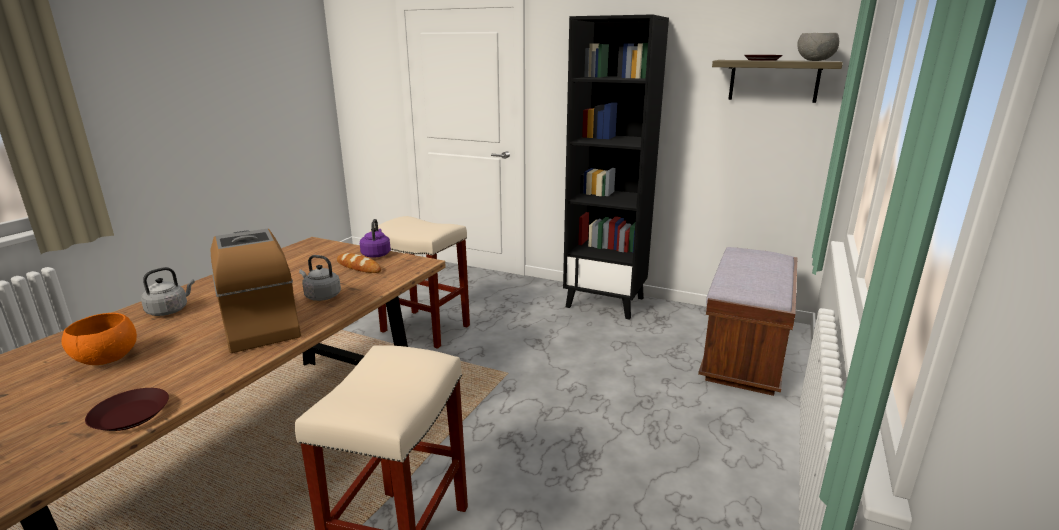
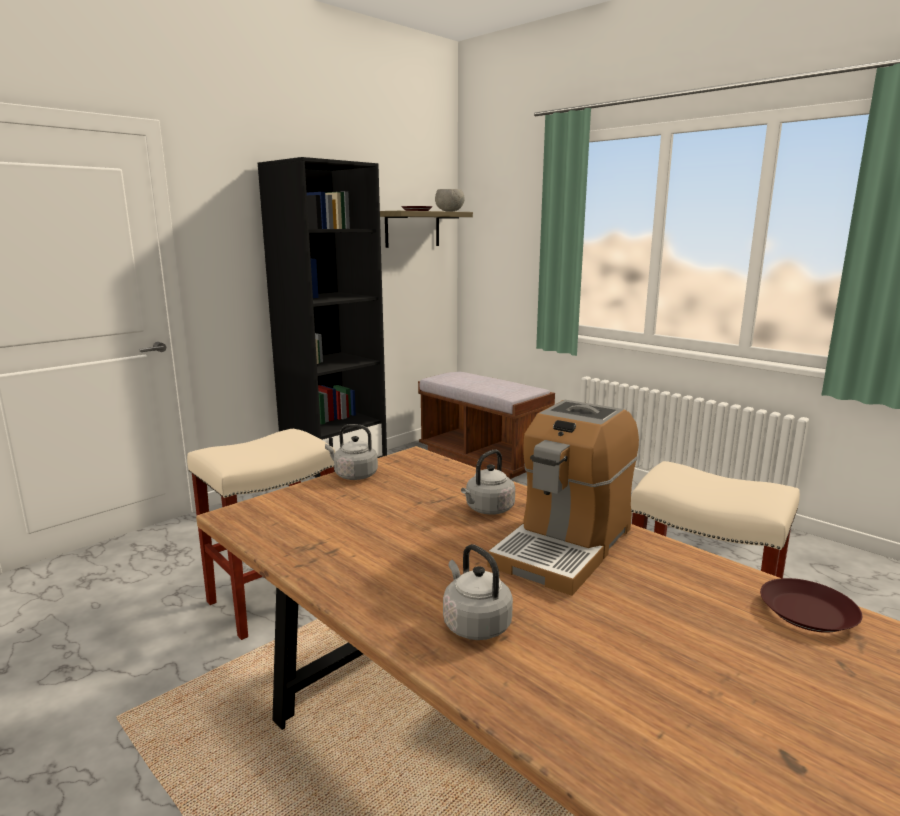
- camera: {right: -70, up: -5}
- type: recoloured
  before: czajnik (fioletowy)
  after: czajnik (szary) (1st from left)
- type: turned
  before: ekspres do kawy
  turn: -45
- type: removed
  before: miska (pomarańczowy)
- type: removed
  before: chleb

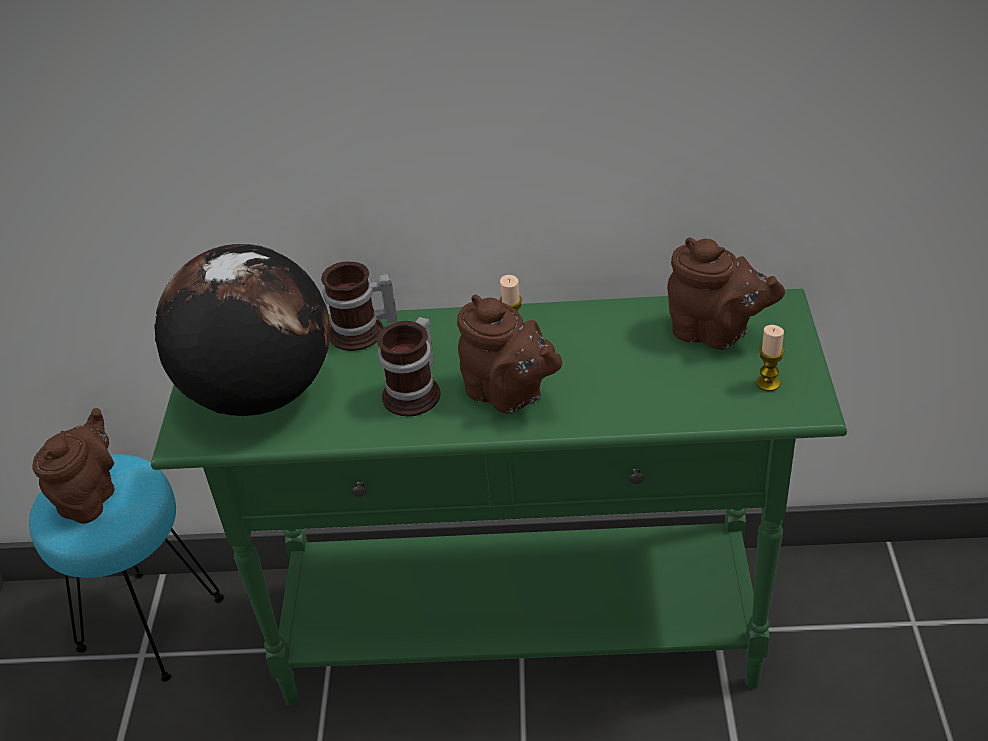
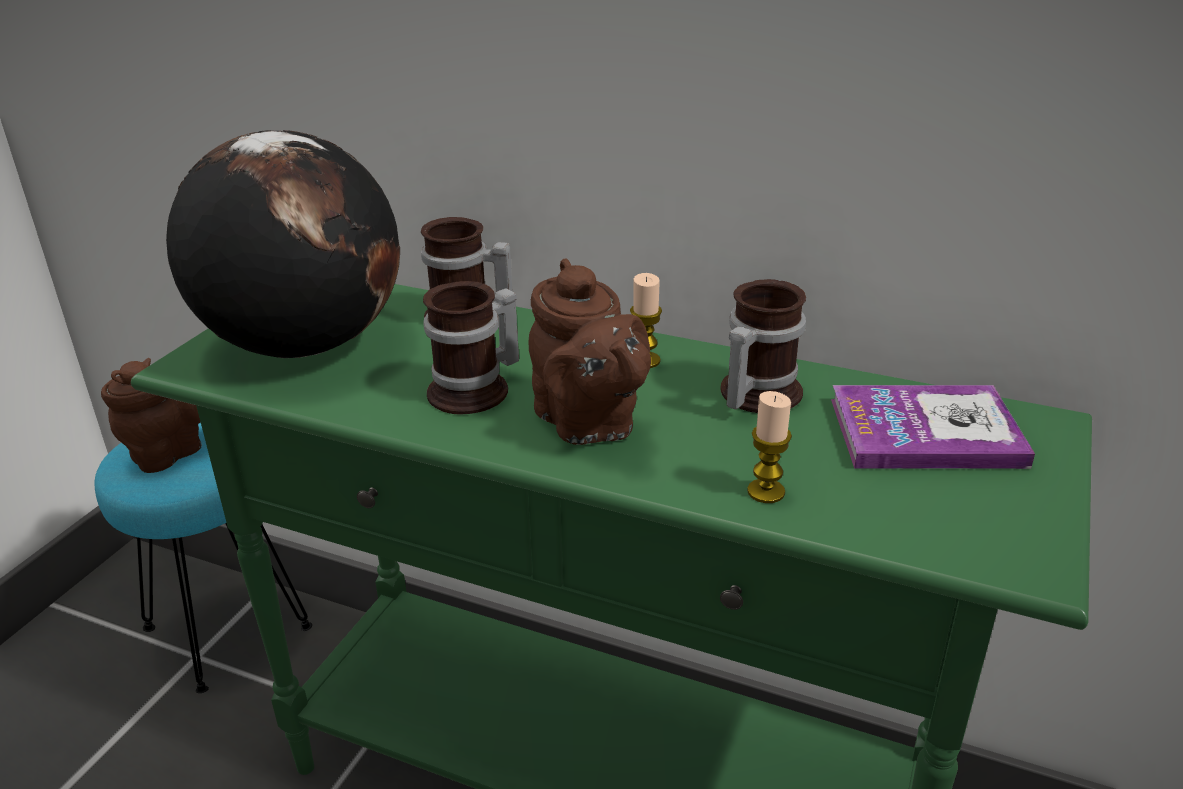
- camera: {right: 20, up: -10}
- type: added
  after: kubek (3rd from left)
- type: moved
  before: świeca (2nd from left)
- type: replaced
  before: imbryk (brązowy) (3rd from left)
  after: książka

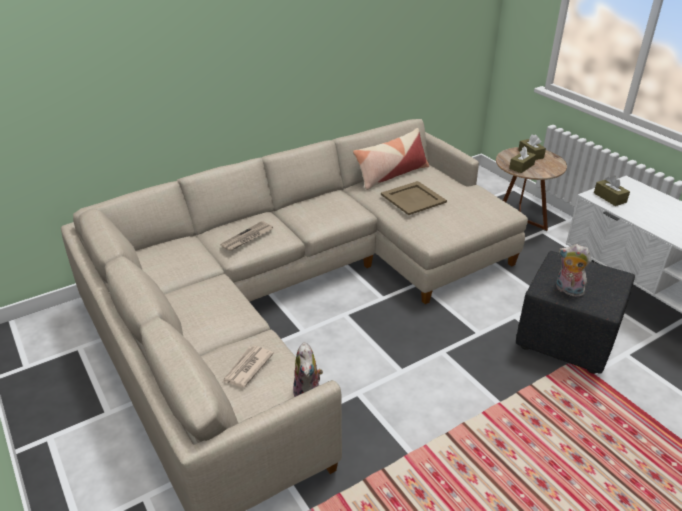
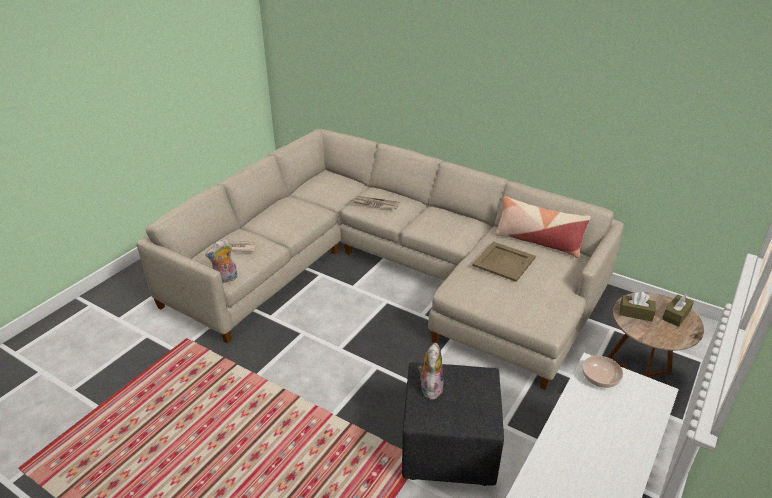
- camera: {right: 65, up: 0}
- type: replaced
  before: pudełko chusteczek (brązowy) (3rd from left)
  after: miska

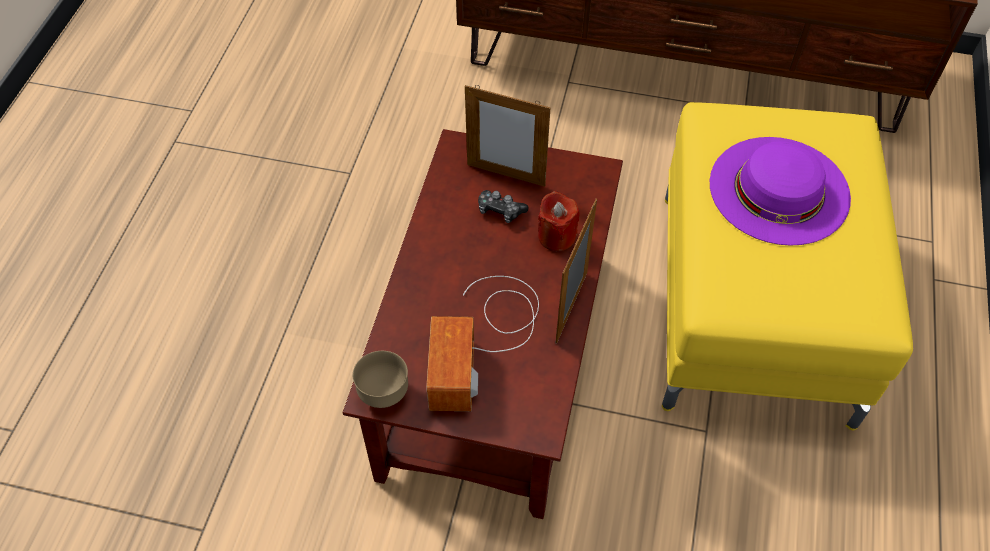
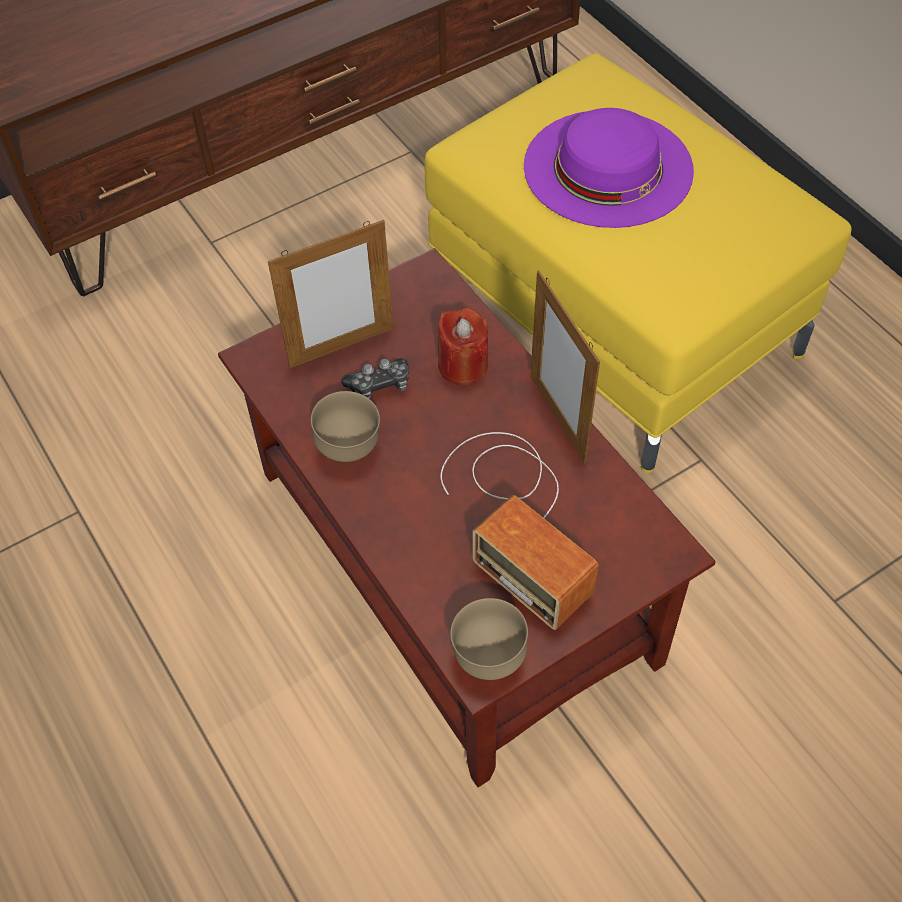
- camera: {right: -45, up: 0}
- type: added
  after: miska (brązowy) (1st from left)

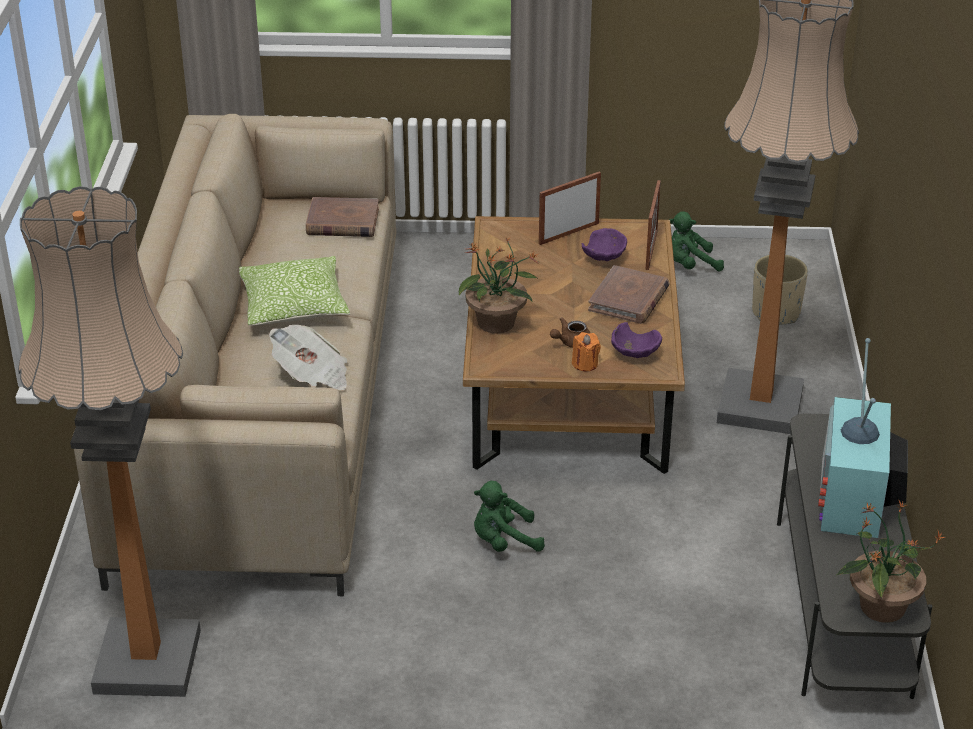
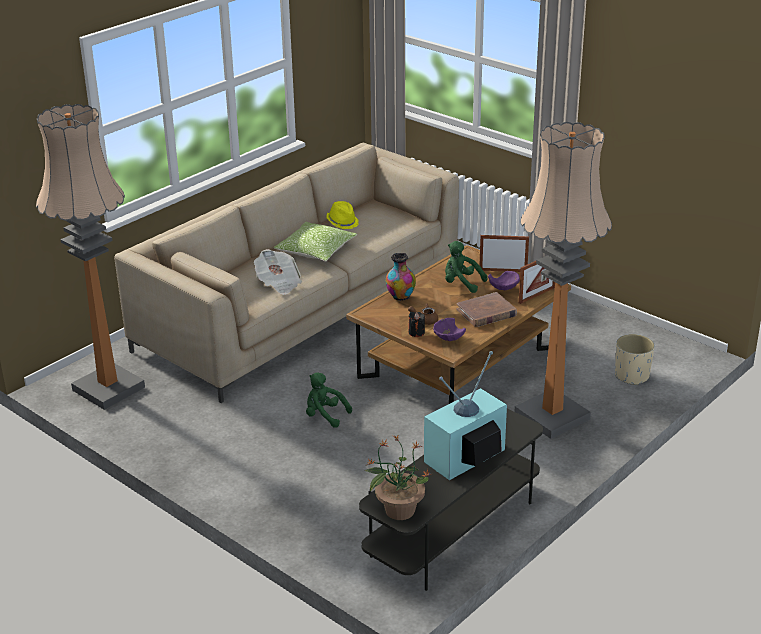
- camera: {right: 40, up: -5}
- type: added
  after: kapelusz (żółty)
- type: replaced
  before: roślina doniczkowa (1st from left)
  after: wazon
- type: recoloured
  before: świeca (pomarańczowy)
  after: świeca (czarny)
- type: moved
  before: pluszak (zielony) (2nd from left)
- type: removed
  before: książka (brązowy) (1st from left)

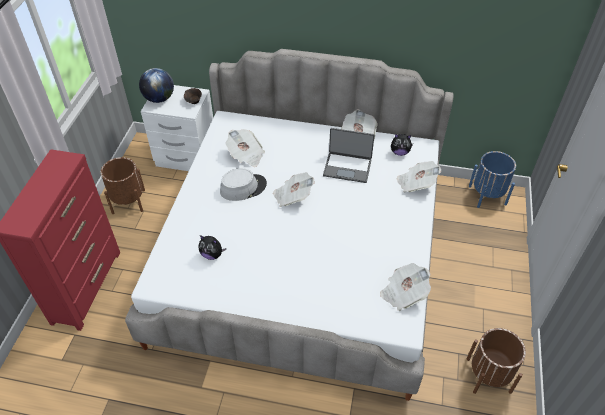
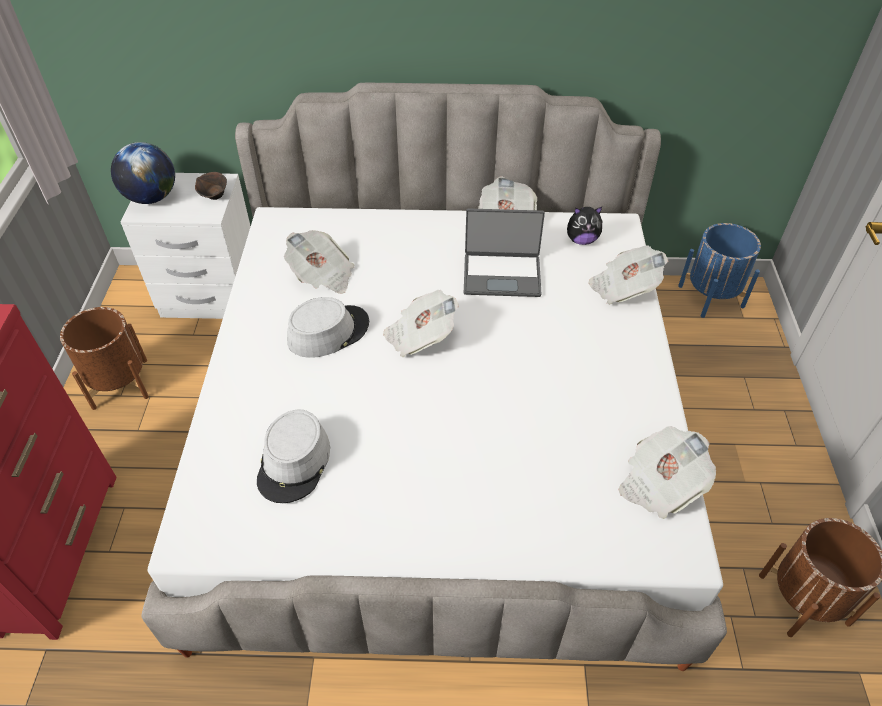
- camera: {right: -10, up: 0}
- type: replaced
  before: pluszak (1st from left)
  after: kapelusz (szary) (1st from left)

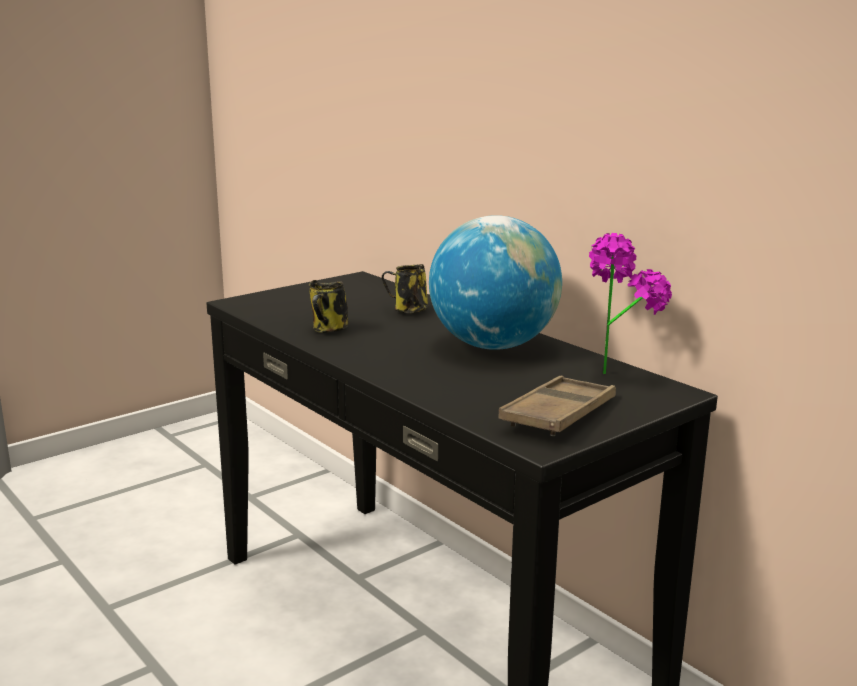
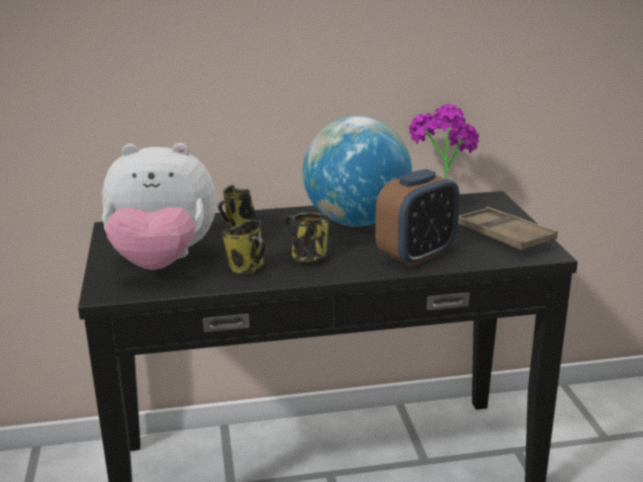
- camera: {right: -60, up: 5}
- type: added
  after: pluszak
- type: added
  after: kubek (3rd from left)
- type: added
  after: budzik

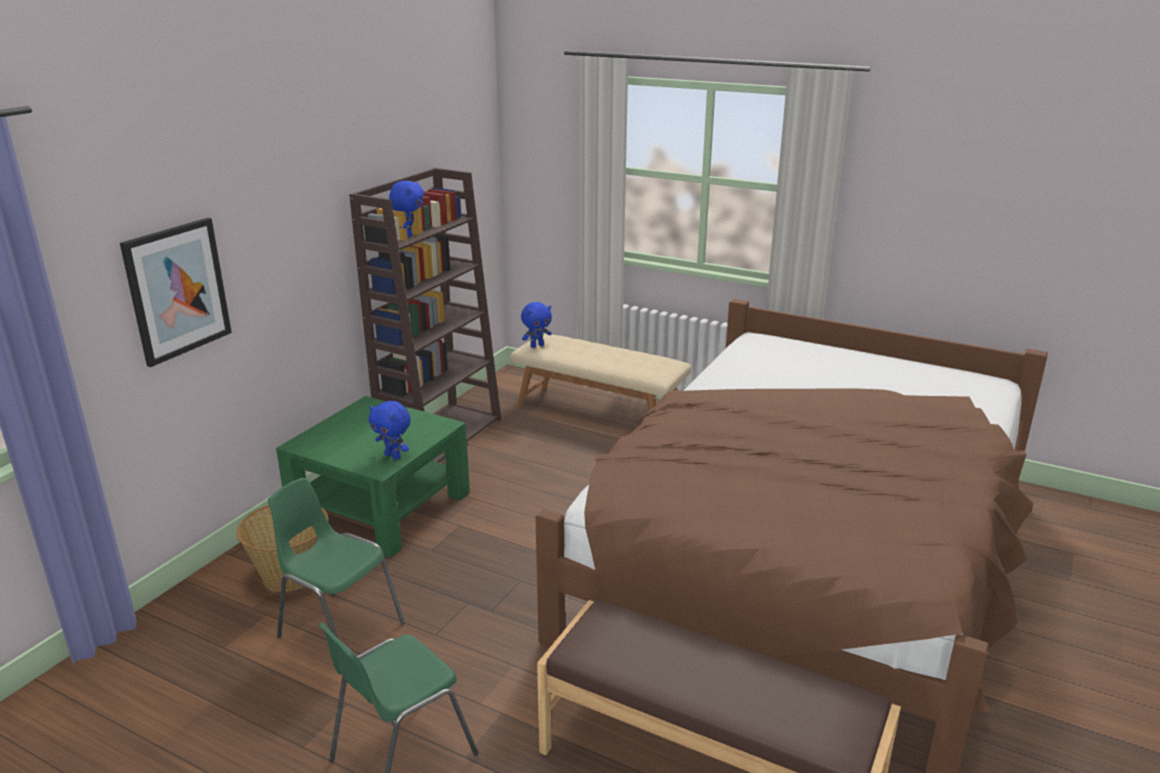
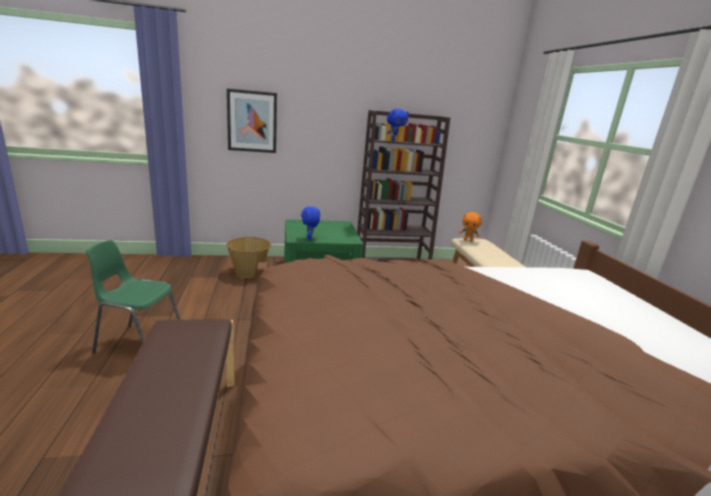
- camera: {right: 50, up: -5}
- type: recoloured
  before: pluszak (niebieski) (3rd from left)
  after: pluszak (pomarańczowy)
- type: removed
  before: krzesło (zielony) (1st from left)

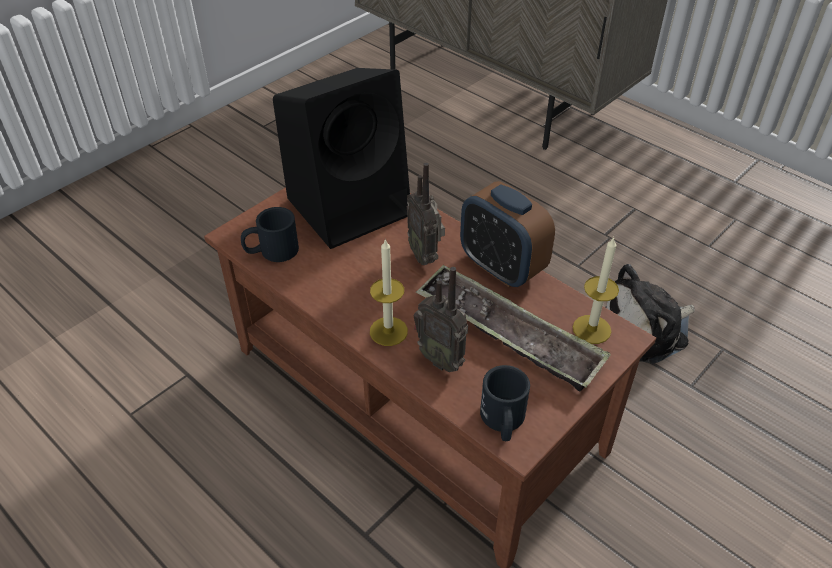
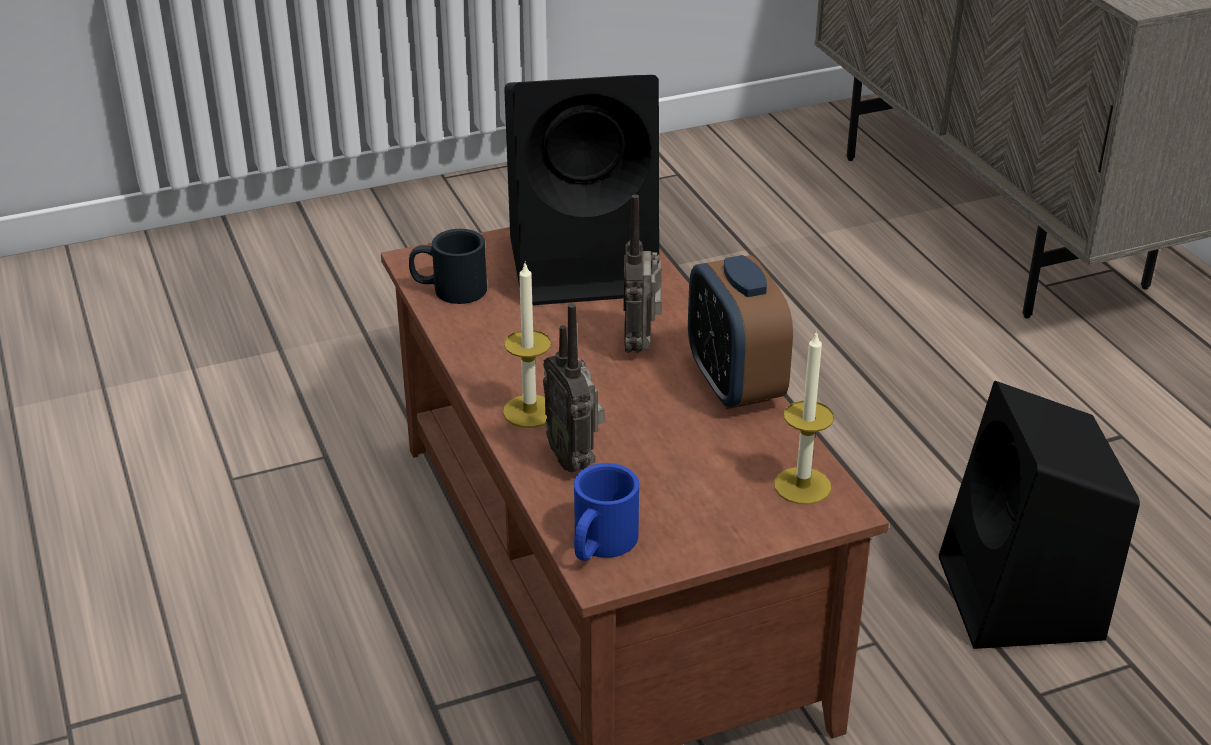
- camera: {right: 25, up: -10}
- type: recoloured
  before: kubek (czarny) (2nd from left)
  after: kubek (niebieski)
- type: replaced
  before: pluszak
  after: głośnik (czarny) (2nd from left)
- type: removed
  before: taca

